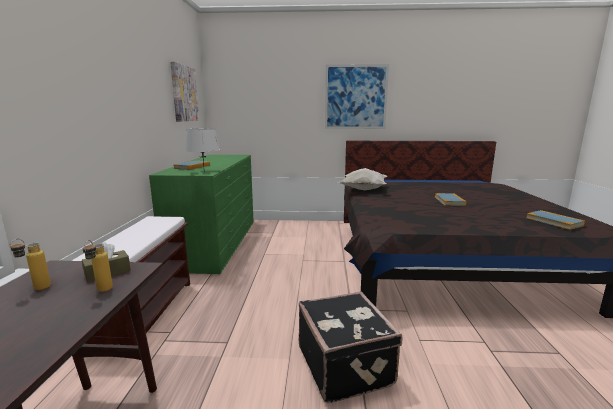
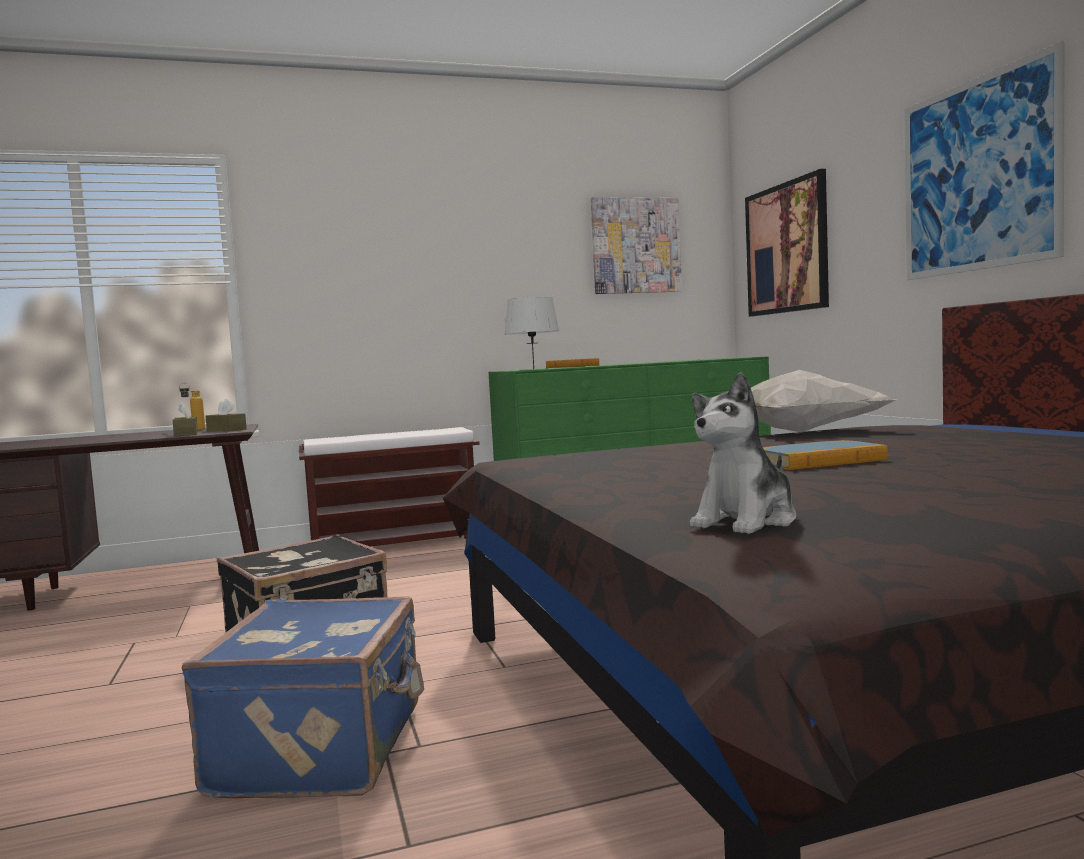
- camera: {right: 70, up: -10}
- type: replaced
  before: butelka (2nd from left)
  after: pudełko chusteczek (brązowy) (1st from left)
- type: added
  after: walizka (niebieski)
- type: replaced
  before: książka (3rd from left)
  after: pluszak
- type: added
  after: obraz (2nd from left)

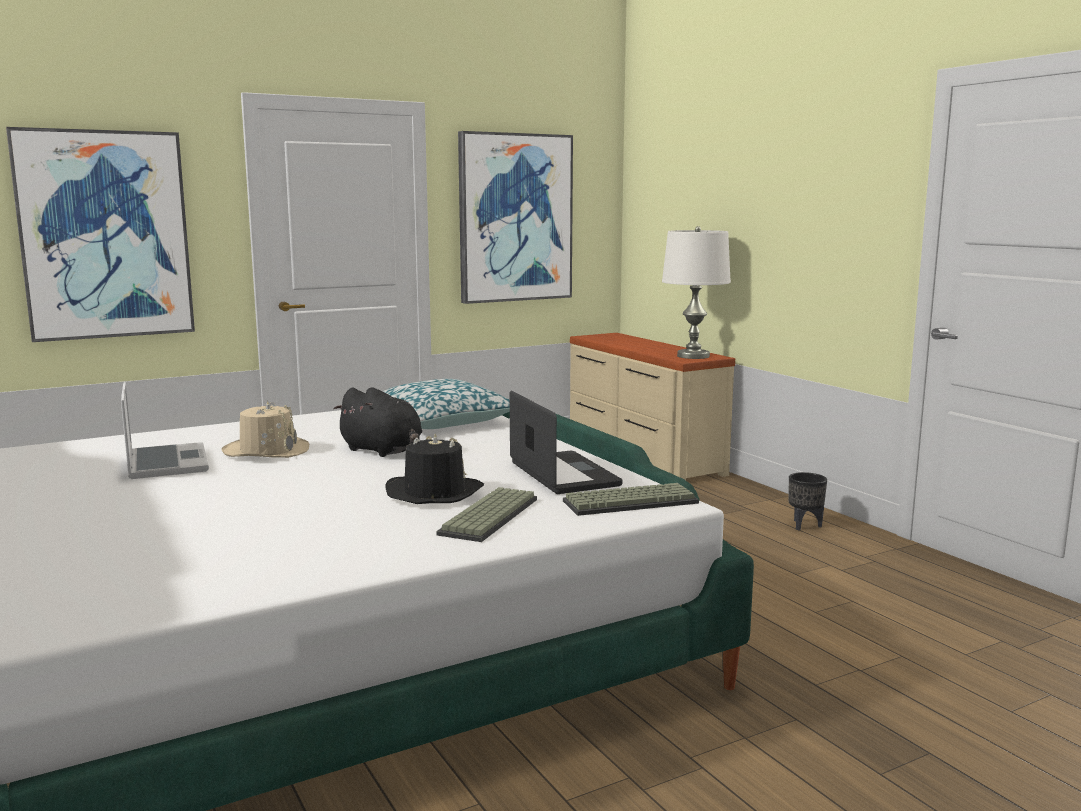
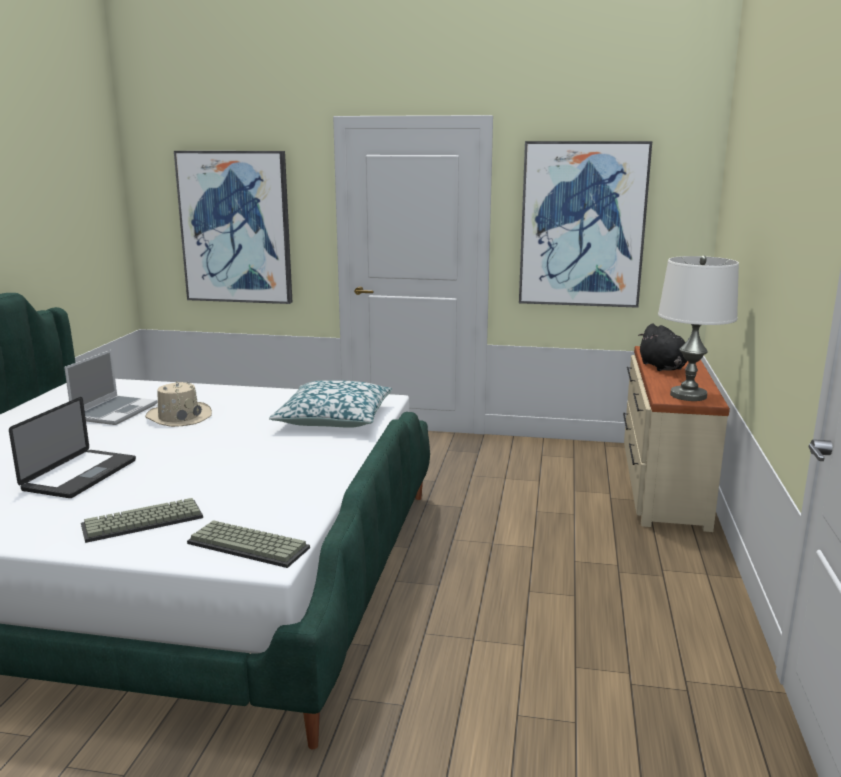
- camera: {right: 40, up: 5}
- type: moved
  before: laptop (2nd from left in the first image)
  after: laptop (1st from left)
- type: moved
  before: pluszak (czarny)
- type: removed
  before: kapelusz (czarny)
- type: removed
  before: donica (czarny)

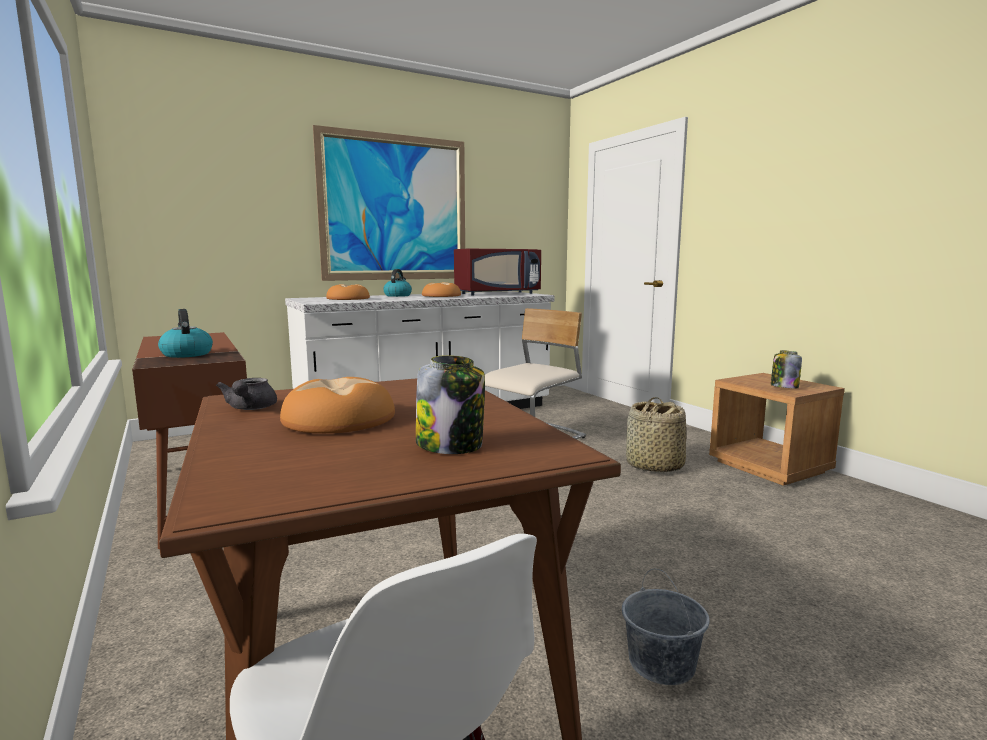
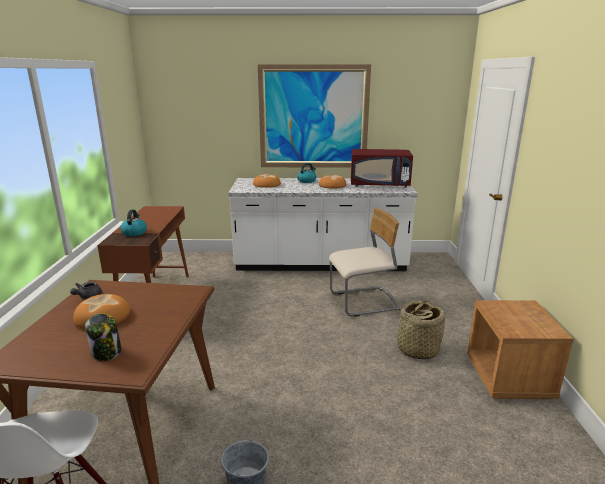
- camera: {right: 30, up: 10}
- type: removed
  before: słoik (2nd from left)

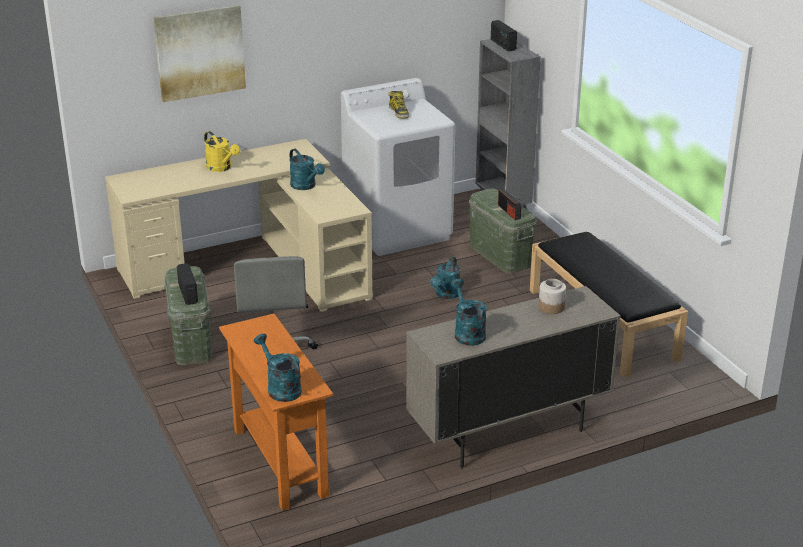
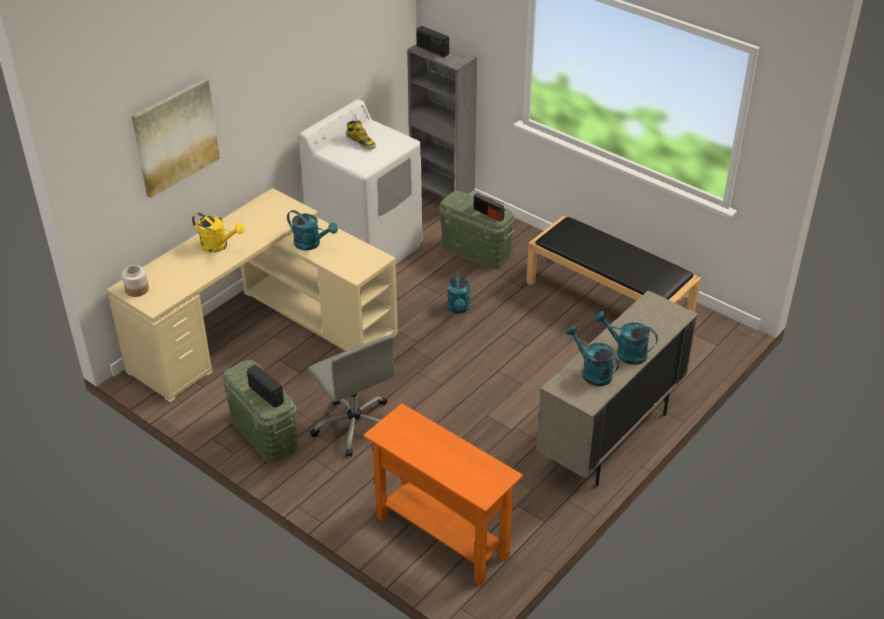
- camera: {right: -25, up: 10}
- type: moved
  before: słoik
- type: moved
  before: konewka (turkusowy) (1st from left in the first image)
  after: konewka (turkusowy) (4th from left)

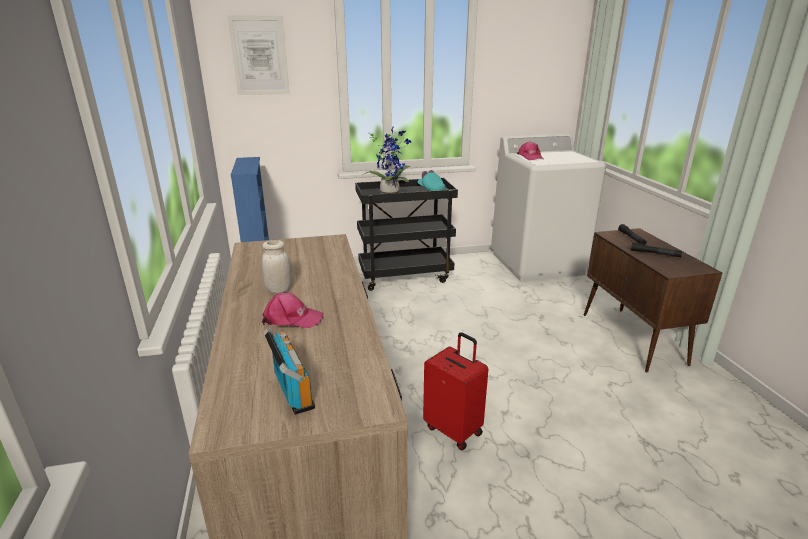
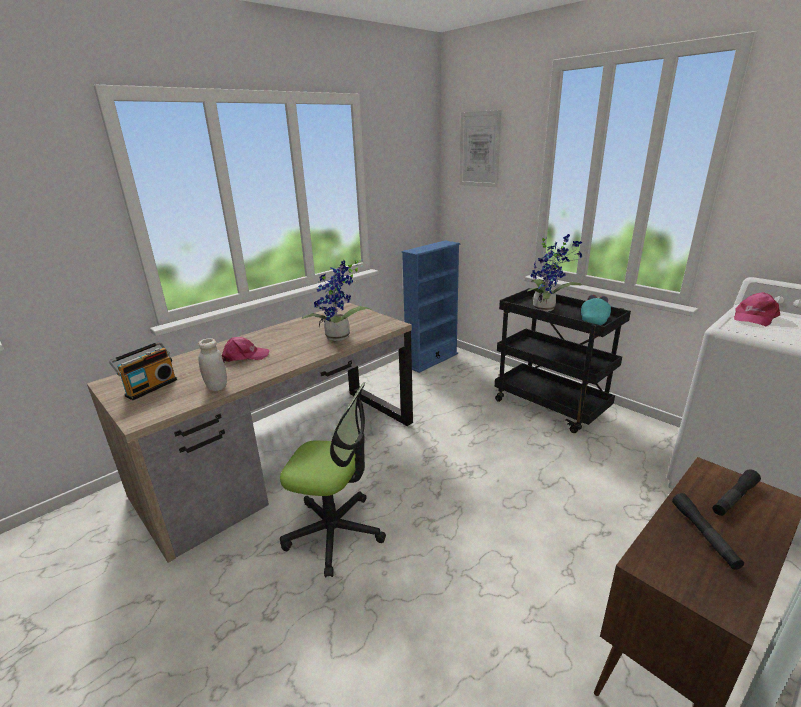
- camera: {right: 60, up: 0}
- type: moved
  before: słoik (biały)
- type: turned
  before: czapka z daszkiem (różowy) (1st from left)
  turn: -75
- type: replaced
  before: walizka (czerwony)
  after: krzesło biurowe
- type: added
  after: roślina doniczkowa (1st from left)

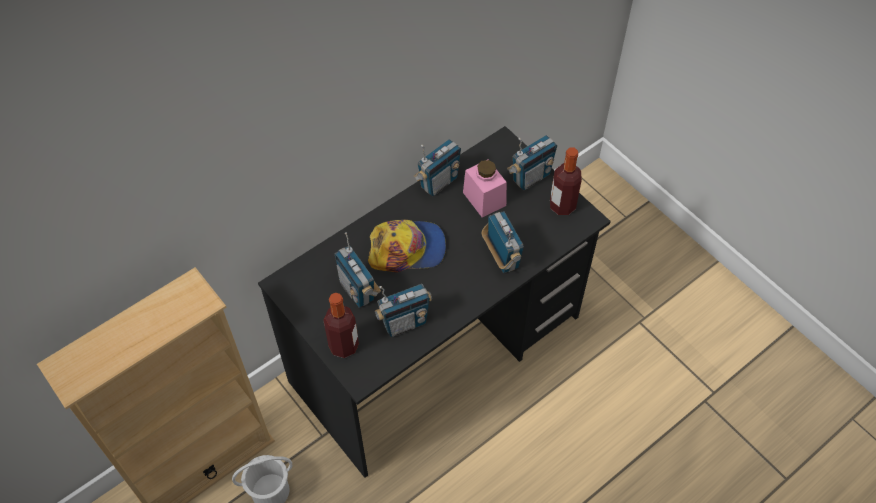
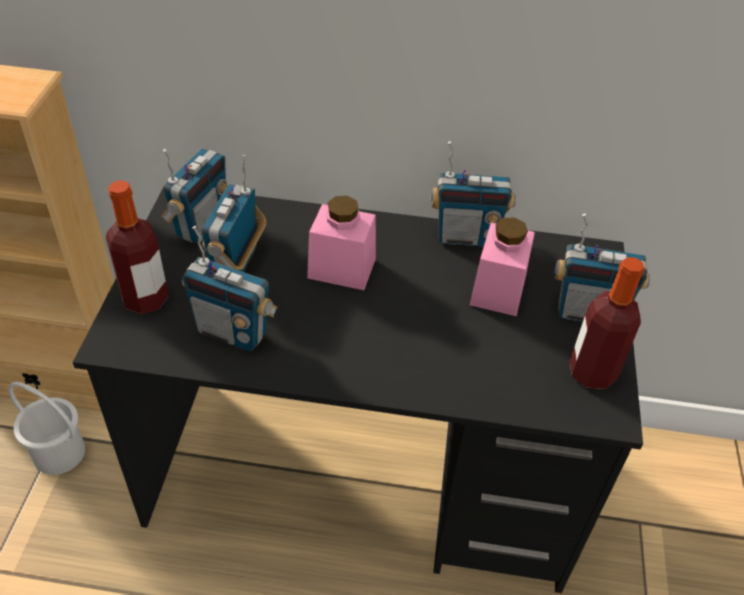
- camera: {right: 45, up: -10}
- type: moved
  before: radio (4th from left in the first image)
  after: radio (1st from left)
- type: replaced
  before: czapka z daszkiem
  after: słoik (różowy) (1st from left)

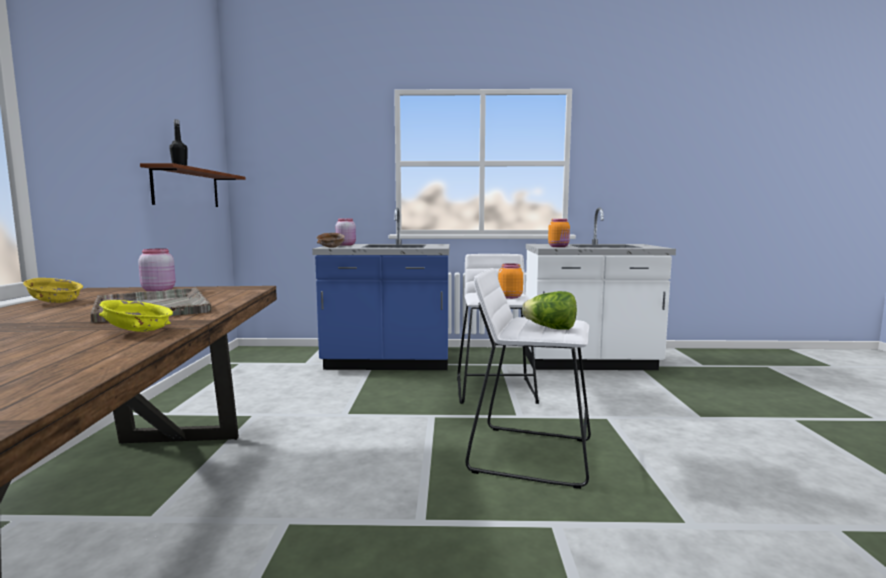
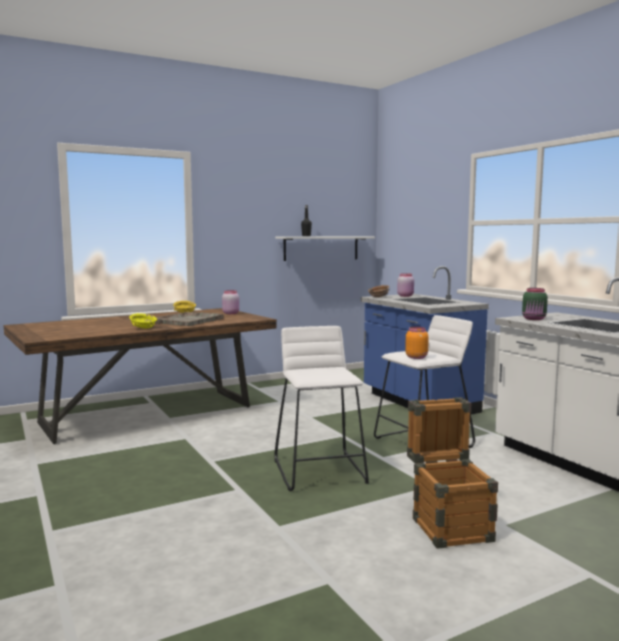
- camera: {right: 60, up: 0}
- type: recoloured
  before: półka (brązowy)
  after: półka (biały)
- type: added
  after: skrzynka
- type: recoloured
  before: słoik (pomarańczowy) (2nd from left)
  after: słoik (zielony)
- type: removed
  before: sałata

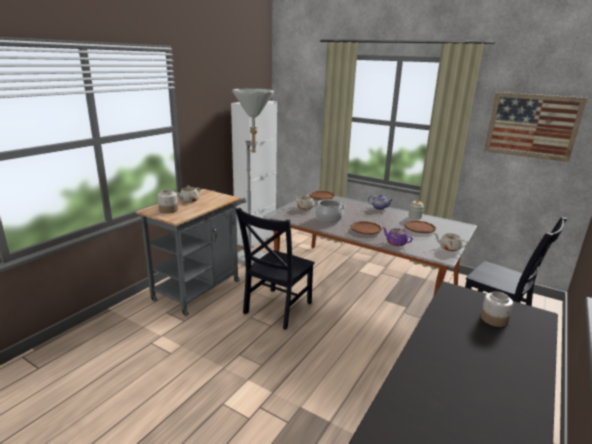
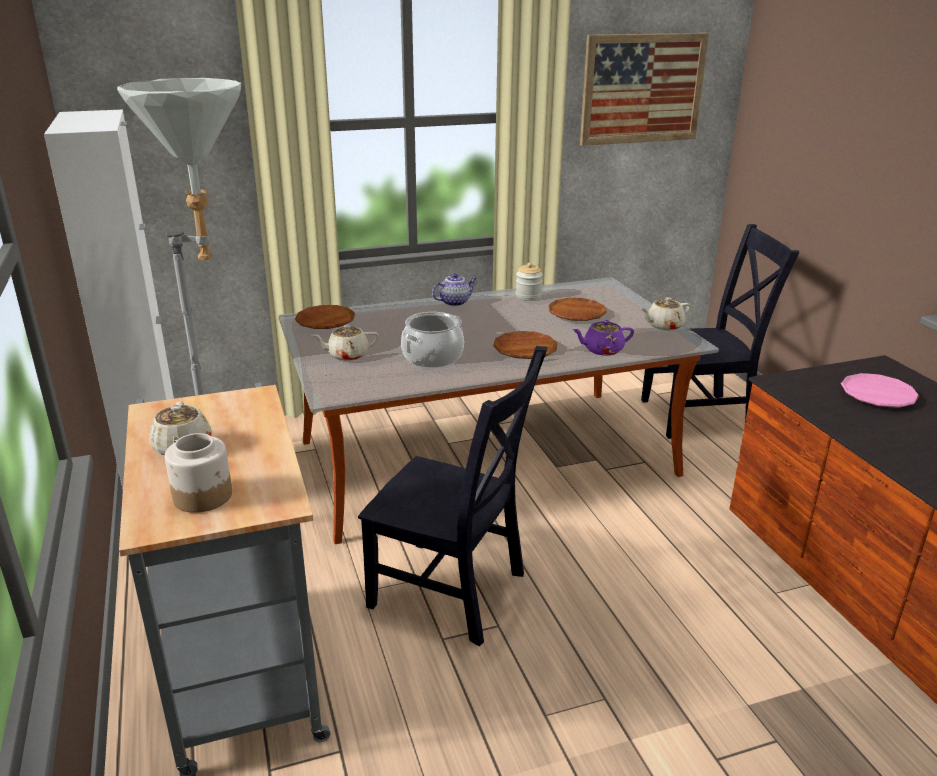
- camera: {right: -50, up: 5}
- type: turned
  before: krzesło (czarny) (1st from left)
  turn: -45
- type: replaced
  before: słoik (3rd from left)
  after: talerz (różowy)

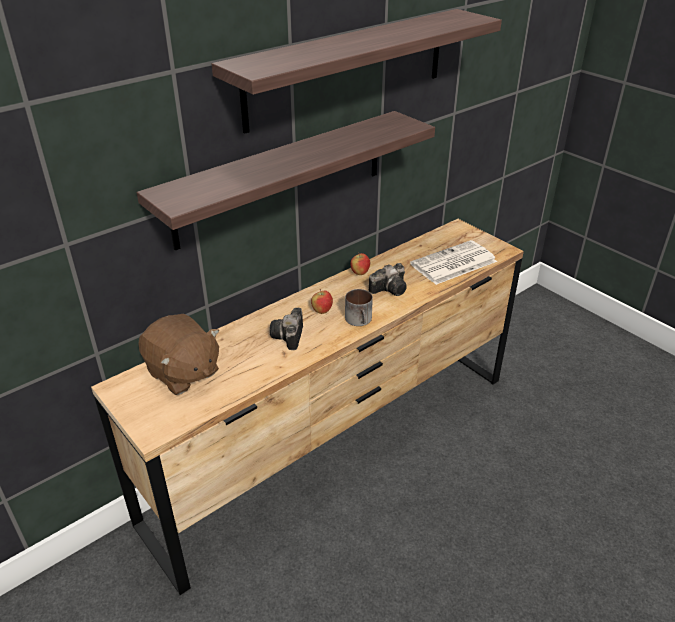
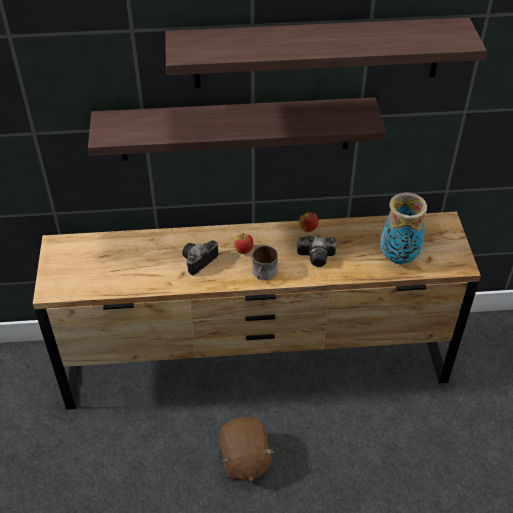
- camera: {right: 35, up: 10}
- type: moved
  before: pluszak (brązowy)
- type: replaced
  before: gazeta
  after: wazon

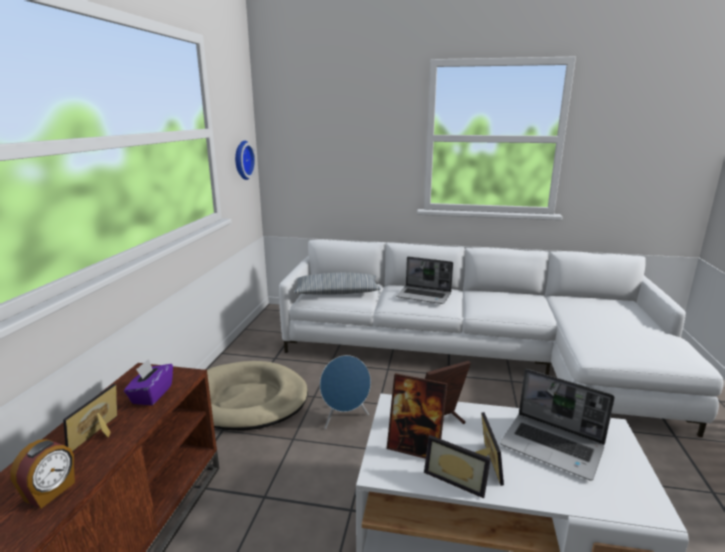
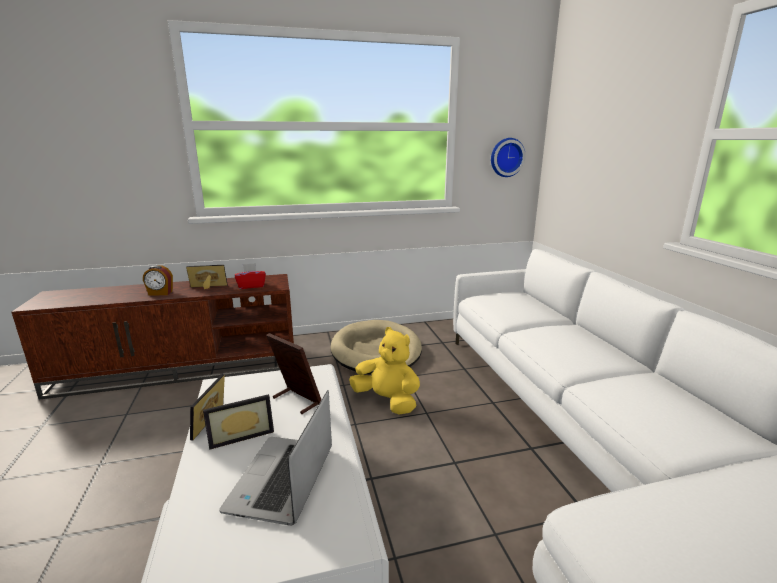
- camera: {right: 65, up: 0}
- type: recoloured
  before: pudełko chusteczek (fioletowy)
  after: pudełko chusteczek (czerwony)
- type: replaced
  before: głośnik (niebieski)
  after: pluszak (żółty)
- type: removed
  before: poduszka
- type: removed
  before: ramka na zdjęcie (2nd from left)
- type: removed
  before: laptop (1st from left)

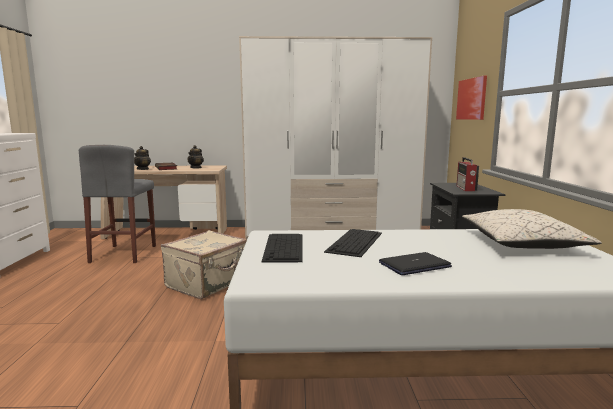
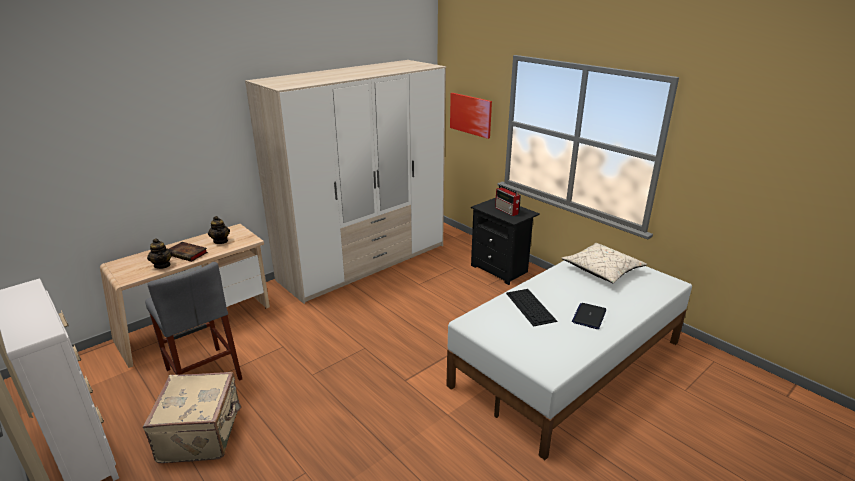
- camera: {right: -40, up: 15}
- type: moved
  before: walizka (beżowy)
- type: removed
  before: klawiatura (1st from left)

